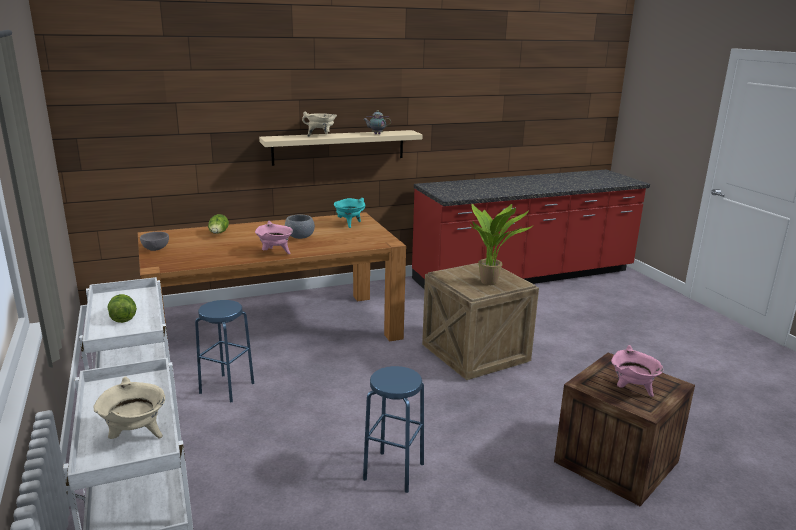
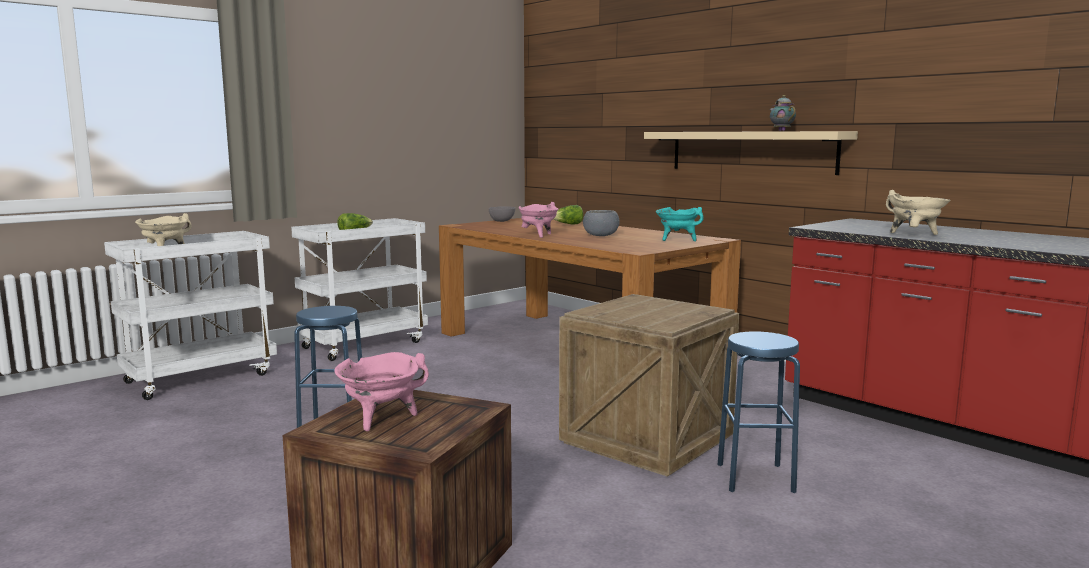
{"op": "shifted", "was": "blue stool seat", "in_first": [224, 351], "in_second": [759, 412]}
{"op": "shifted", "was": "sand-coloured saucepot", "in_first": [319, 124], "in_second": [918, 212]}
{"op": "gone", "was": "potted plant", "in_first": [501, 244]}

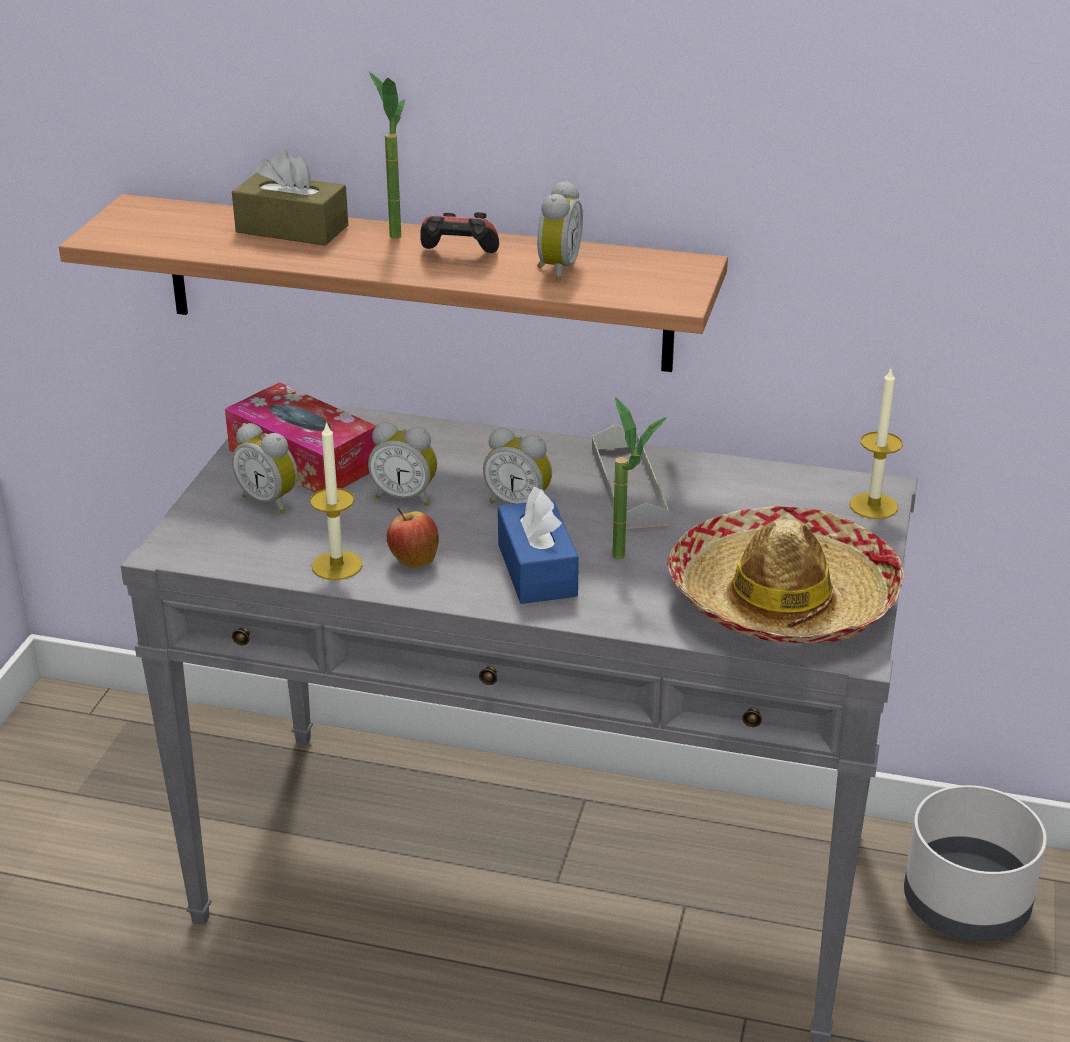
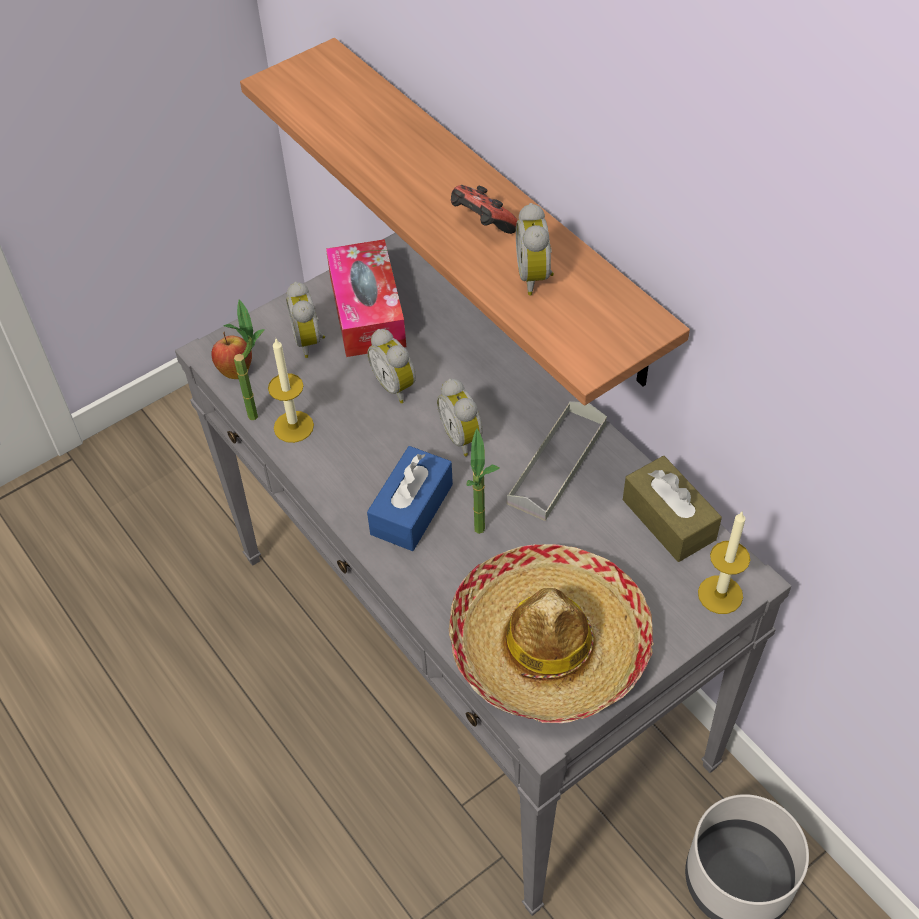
{"op": "shifted", "was": "brown-coloured tissue holder", "in_first": [290, 197], "in_second": [672, 509]}
{"op": "shifted", "was": "potted plant", "in_first": [387, 155], "in_second": [244, 359]}
{"op": "shifted", "was": "whole apple", "in_first": [413, 537], "in_second": [231, 355]}
{"op": "rotated", "was": "bedside clock", "in_first": [560, 230], "in_second": [535, 249], "clockwise": 120}

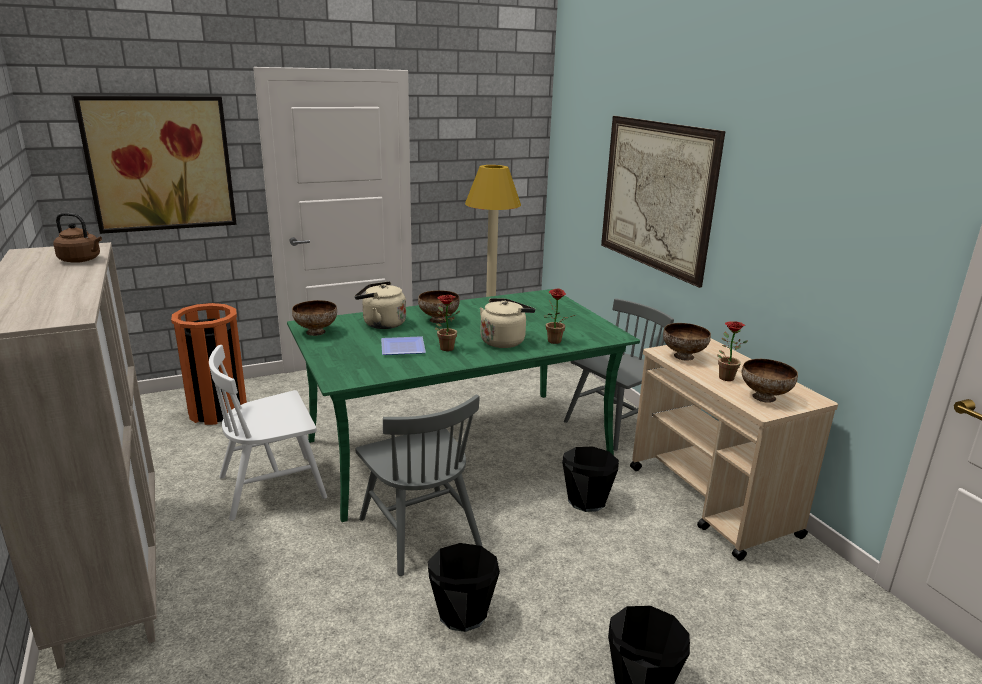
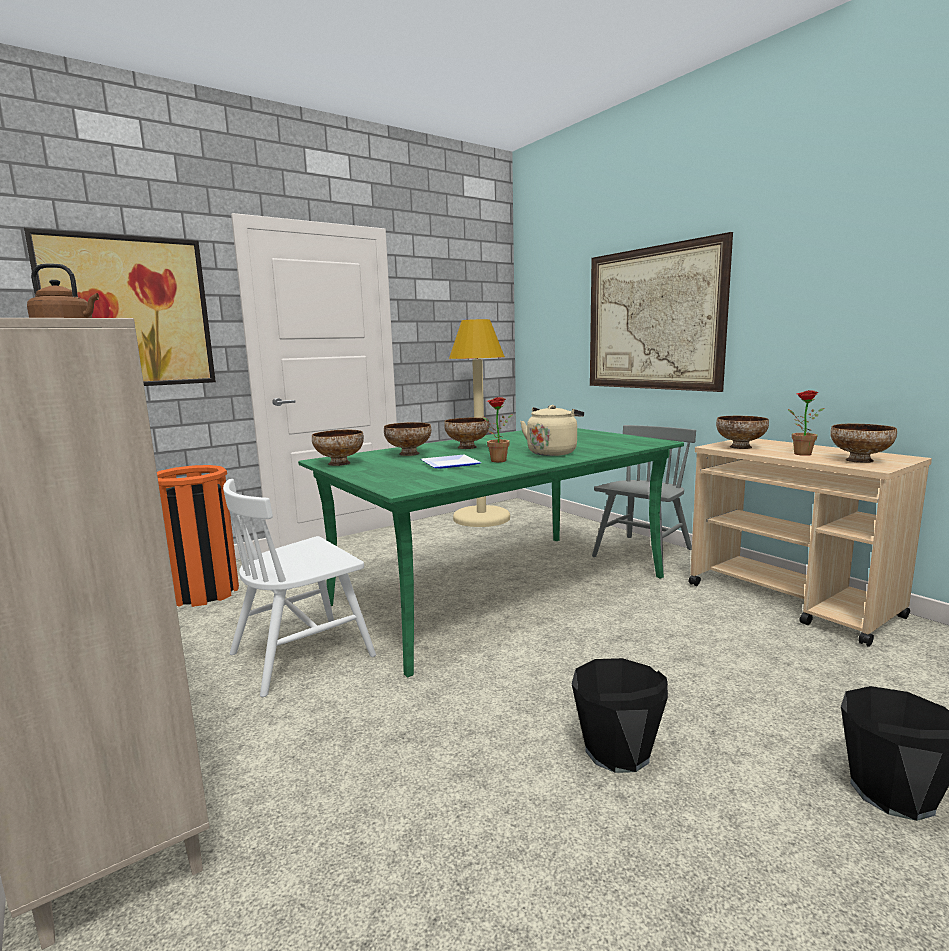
{"op": "swapped", "was": "sand-coloured water kettle", "now": "serving bowl", "in_first": [380, 305], "in_second": [407, 439]}
{"op": "gone", "was": "greyish upright chair", "in_first": [419, 485]}
{"op": "gone", "was": "potted plant", "in_first": [559, 316]}
{"op": "gone", "was": "black water bucket", "in_first": [590, 479]}

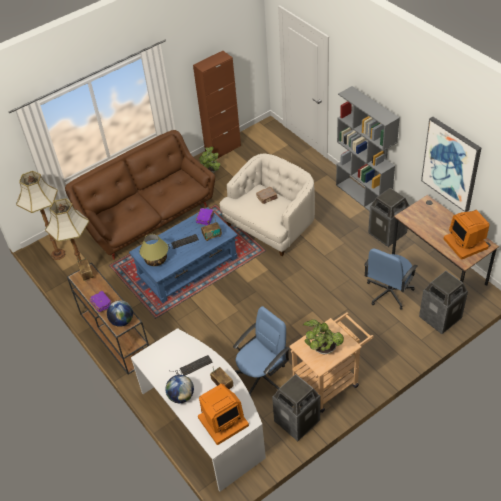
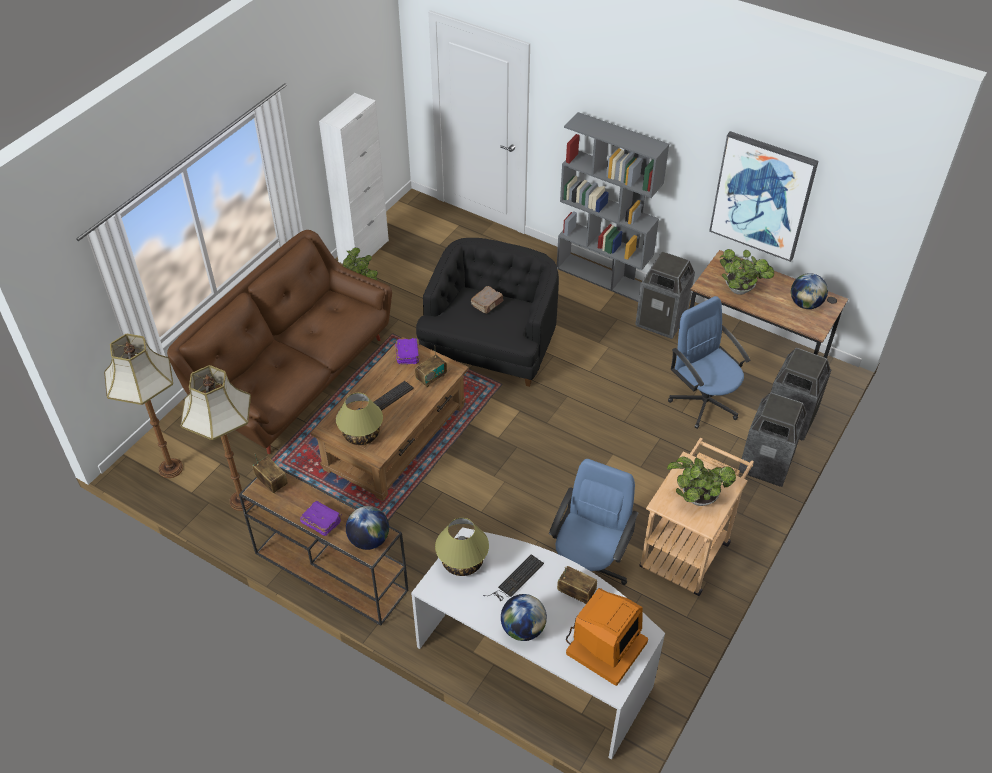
{"op": "repainted", "was": "blue coffee table", "now": "brown-coloured coffee table", "in_first": [183, 255], "in_second": [390, 419]}
{"op": "repainted", "was": "brown-coloured cupboard", "now": "white cupboard", "in_first": [217, 106], "in_second": [354, 178]}
{"op": "repainted", "was": "white easy chair", "now": "black easy chair", "in_first": [267, 204], "in_second": [487, 312]}
{"op": "shifted", "was": "rubbish bin", "in_first": [296, 407], "in_second": [773, 439]}
{"op": "rotated", "was": "blue computer chair", "in_first": [390, 279], "in_second": [709, 362], "clockwise": 135}
{"op": "swapped", "was": "monitor", "now": "globe", "in_first": [467, 235], "in_second": [809, 291]}
{"op": "new", "now": "table lamp", "in_second": [462, 547]}
{"op": "new", "now": "potted plant", "in_second": [747, 272]}

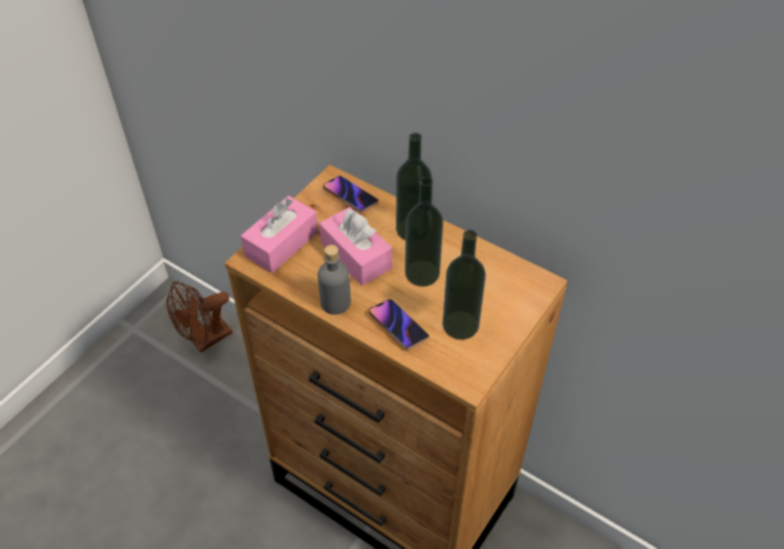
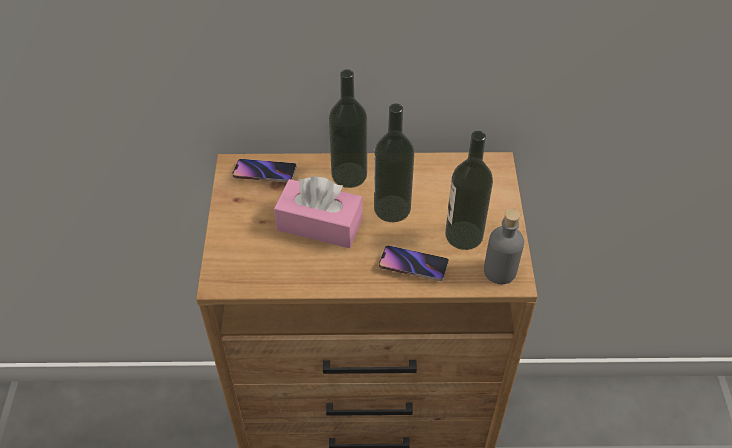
{"op": "gone", "was": "brown-coloured electric fan", "in_first": [199, 317]}
{"op": "gone", "was": "pink-coloured tissue holder", "in_first": [279, 234]}
{"op": "shifted", "was": "greyish bottle", "in_first": [334, 280], "in_second": [504, 246]}

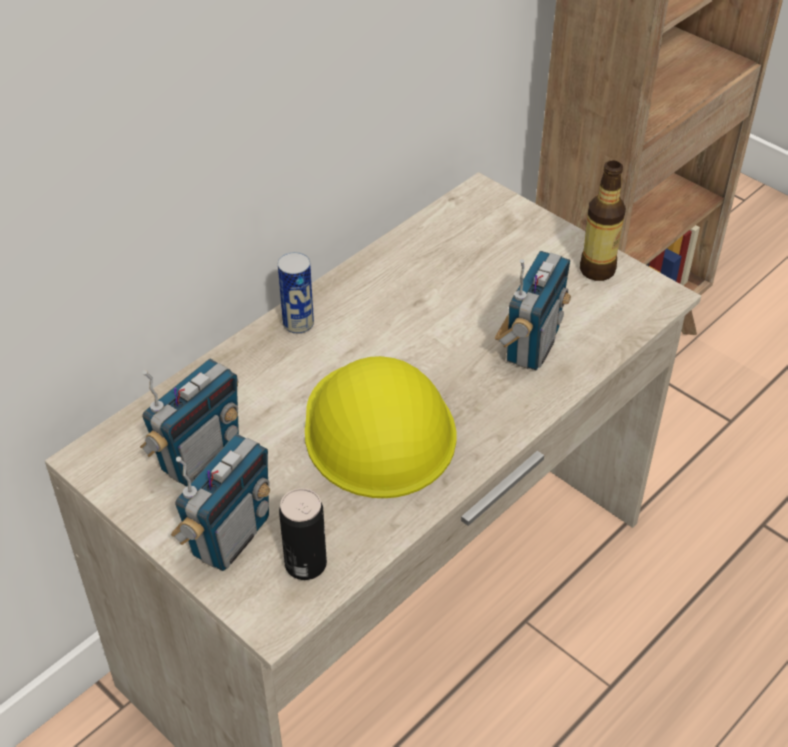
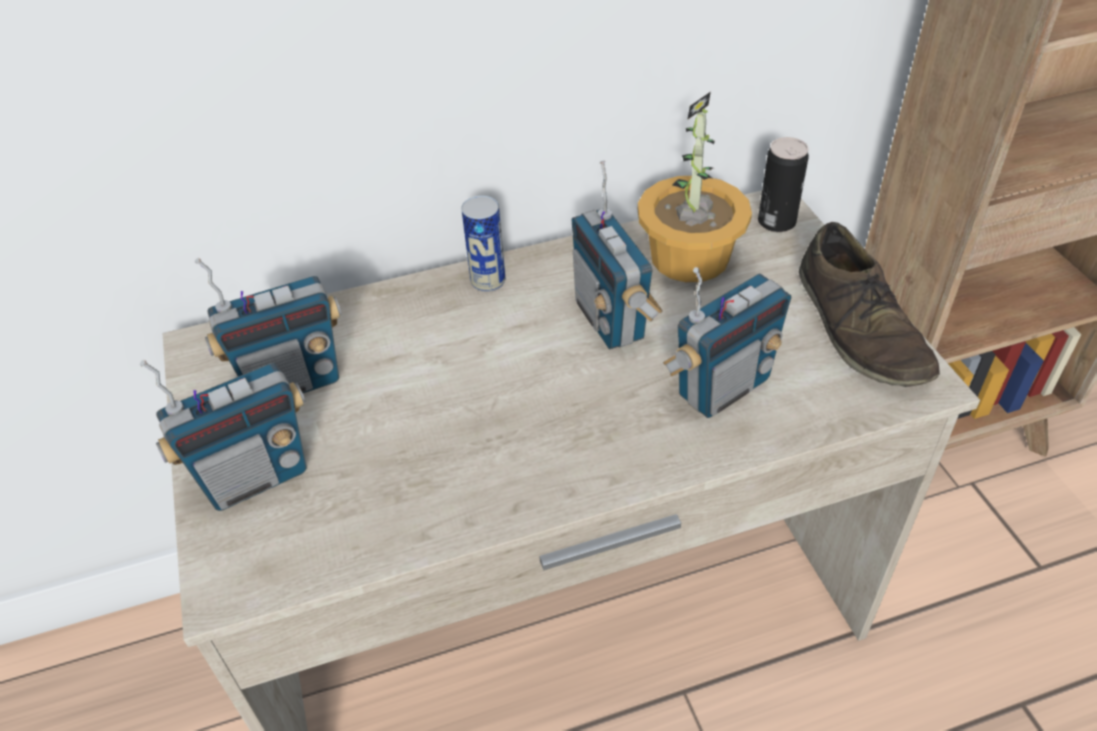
{"op": "shifted", "was": "metal can", "in_first": [303, 534], "in_second": [783, 184]}
{"op": "gone", "was": "yellowish work helmet", "in_first": [380, 427]}
{"op": "swapped", "was": "bottle", "now": "brown-coloured item of footwear", "in_first": [603, 220], "in_second": [869, 304]}
{"op": "new", "now": "radio", "in_second": [617, 255]}
{"op": "new", "now": "potted plant", "in_second": [695, 187]}

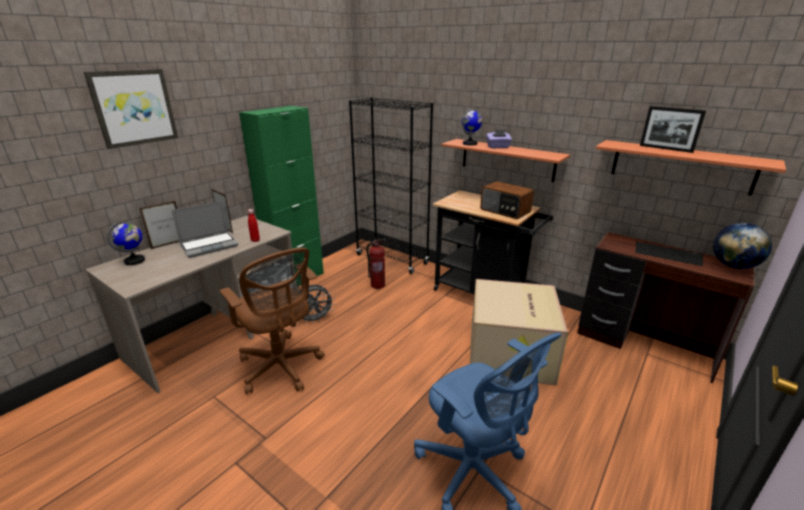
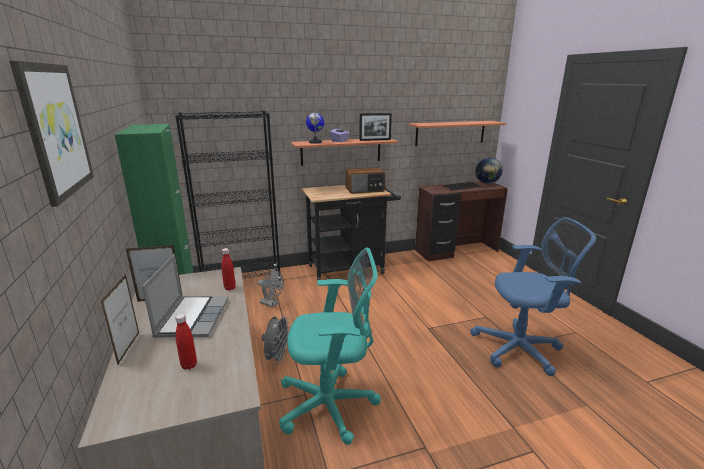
{"op": "gone", "was": "globe", "in_first": [126, 244]}
{"op": "repainted", "was": "brown-coloured computer chair", "now": "blue-green computer chair", "in_first": [272, 321], "in_second": [330, 346]}
{"op": "swapped", "was": "extinguisher", "now": "greyish electric fan", "in_first": [376, 263], "in_second": [270, 288]}
{"op": "gone", "was": "packing box", "in_first": [519, 332]}
{"op": "shifted", "was": "picture frame", "in_first": [673, 129], "in_second": [375, 127]}
{"op": "new", "now": "red-coloured bottle", "in_second": [186, 342]}

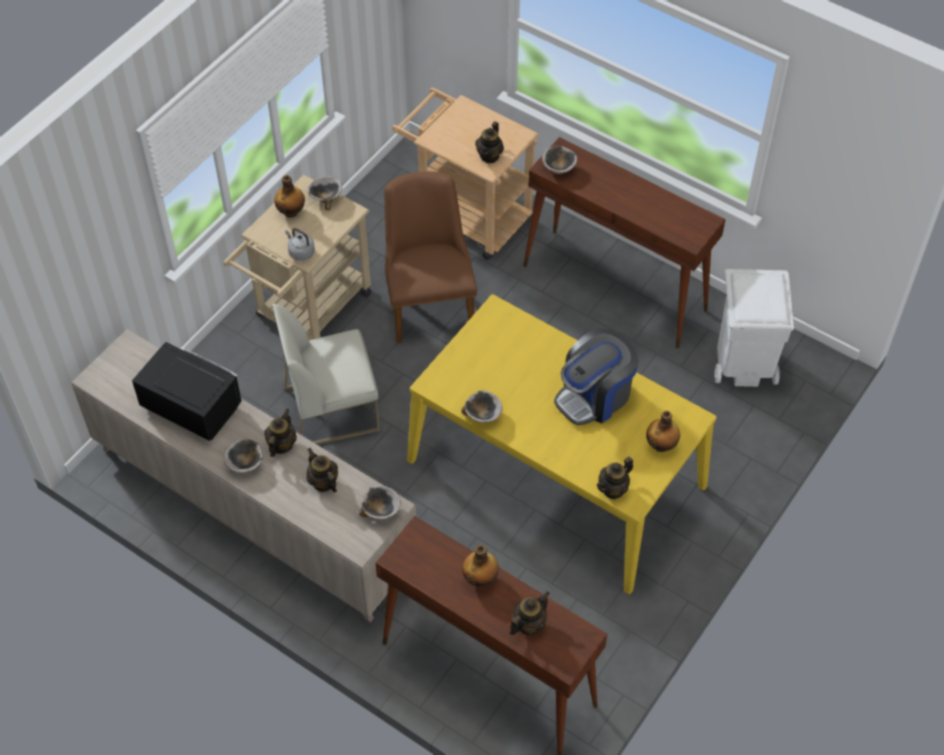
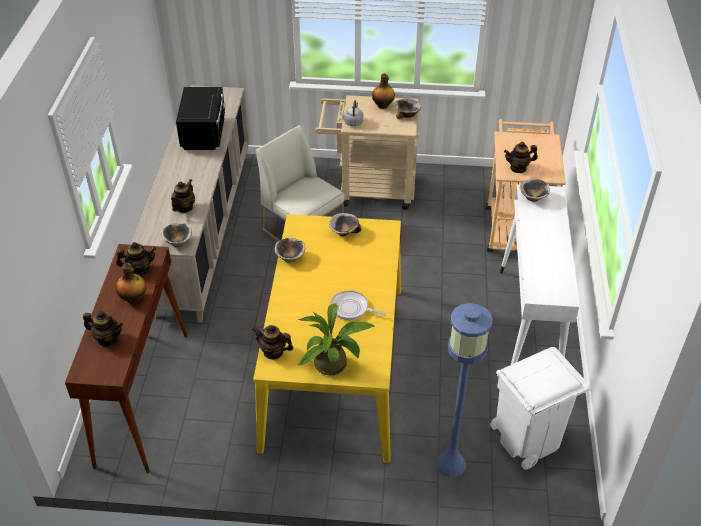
{"op": "shifted", "was": "serving bowl", "in_first": [243, 455], "in_second": [345, 224]}
{"op": "shifted", "was": "tea pot", "in_first": [280, 433], "in_second": [136, 259]}
{"op": "gone", "was": "brown-coloured upright chair", "in_first": [430, 257]}
{"op": "repainted", "was": "brown-coloured hall table", "now": "white hall table", "in_first": [624, 242], "in_second": [539, 274]}
{"op": "swapped", "was": "coffee maker", "now": "pan", "in_first": [596, 377], "in_second": [358, 305]}
{"op": "swapped", "was": "bottle", "now": "potted plant", "in_first": [663, 431], "in_second": [337, 339]}
{"op": "new", "now": "blue standard lamp", "in_second": [464, 390]}

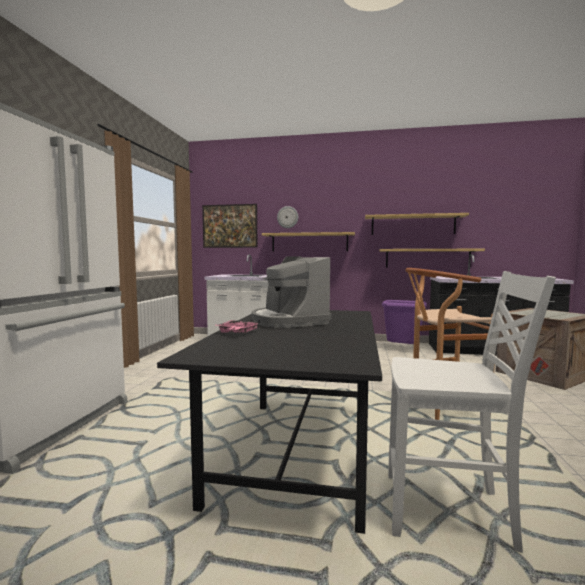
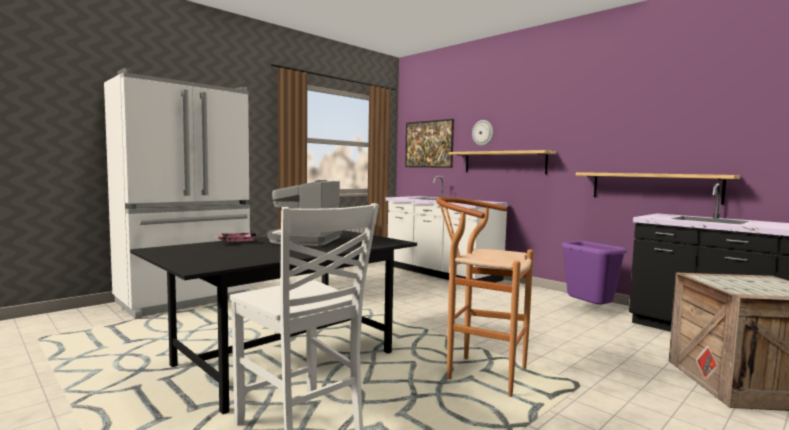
{"op": "gone", "was": "bracket shelf", "in_first": [417, 224]}

